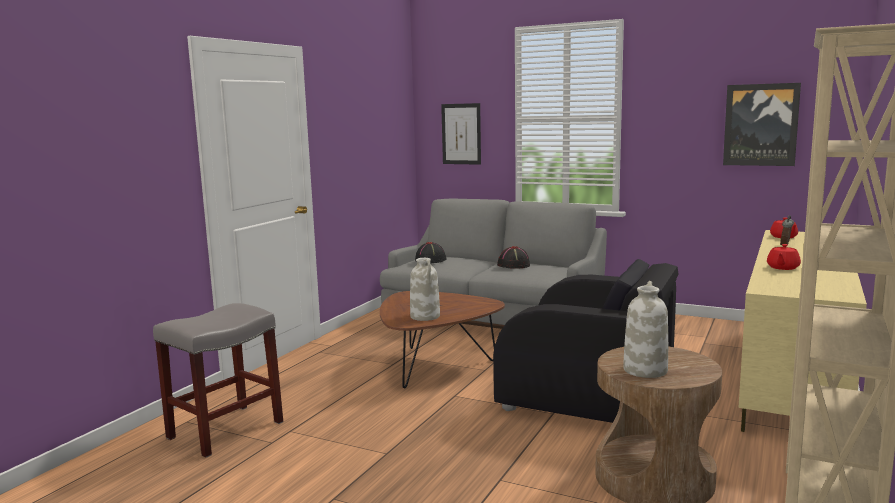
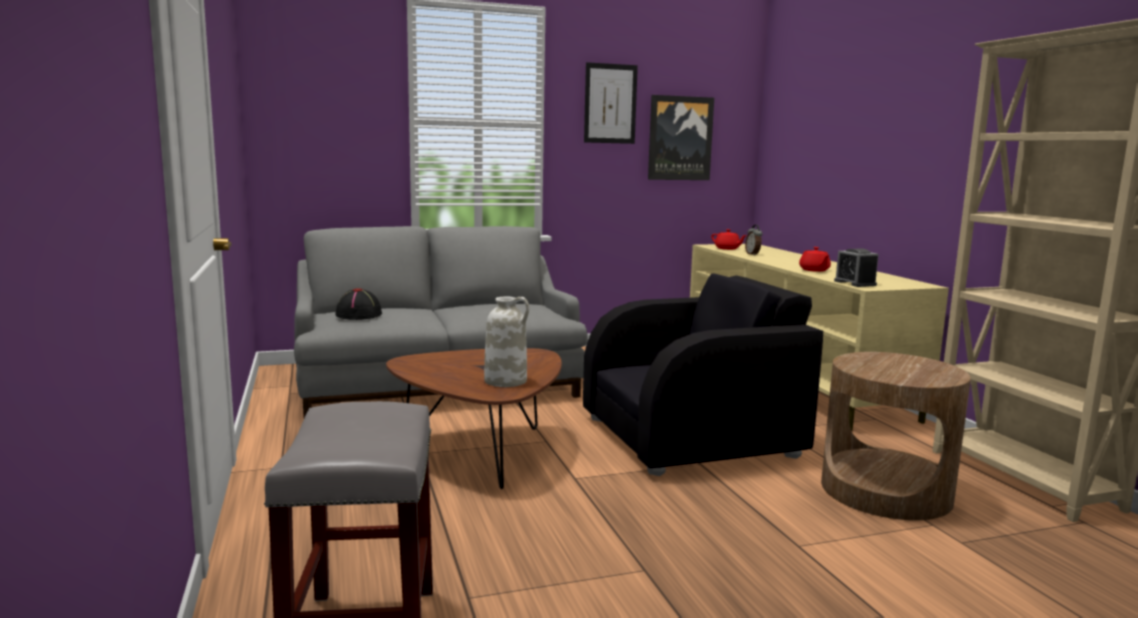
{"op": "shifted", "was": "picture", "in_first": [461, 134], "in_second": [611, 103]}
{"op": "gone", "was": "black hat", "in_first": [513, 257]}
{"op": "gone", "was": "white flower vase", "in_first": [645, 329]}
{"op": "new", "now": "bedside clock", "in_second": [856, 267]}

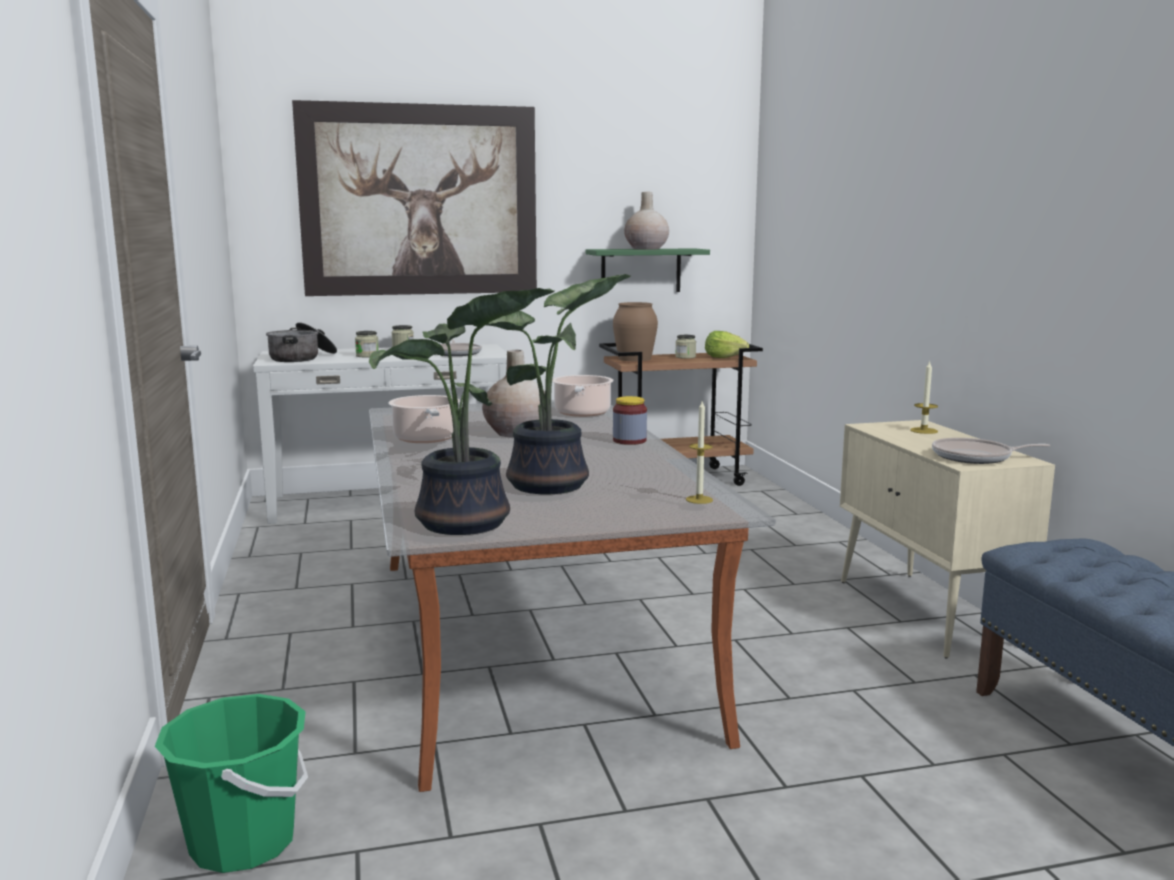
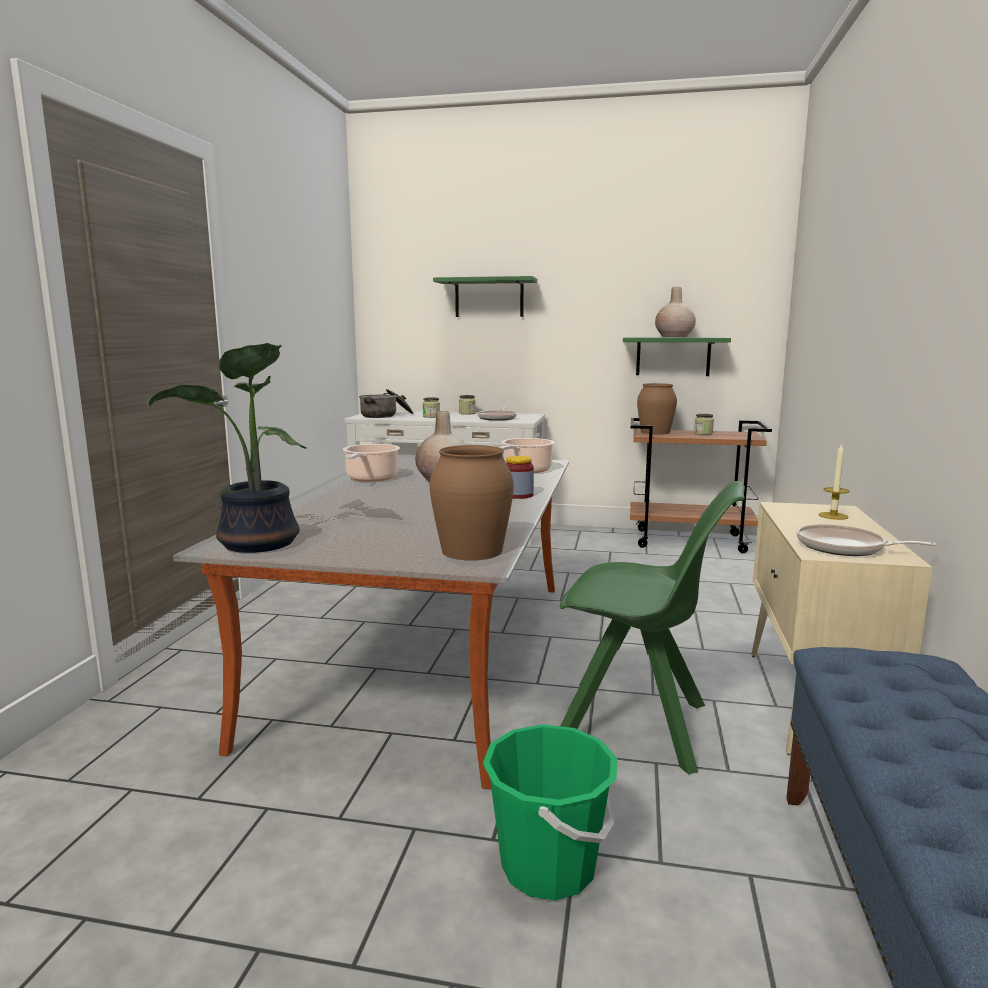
{"op": "shifted", "was": "green water bucket", "in_first": [231, 783], "in_second": [550, 812]}
{"op": "swapped", "was": "picture", "now": "green bracket shelf", "in_first": [414, 198], "in_second": [485, 296]}
{"op": "gone", "was": "potted plant", "in_first": [558, 384]}
{"op": "swapped", "was": "wax light", "now": "brown-coloured flower vase", "in_first": [699, 452], "in_second": [471, 502]}
{"op": "gone", "was": "head of lettuce", "in_first": [727, 344]}
{"op": "new", "now": "green upright chair", "in_second": [652, 628]}

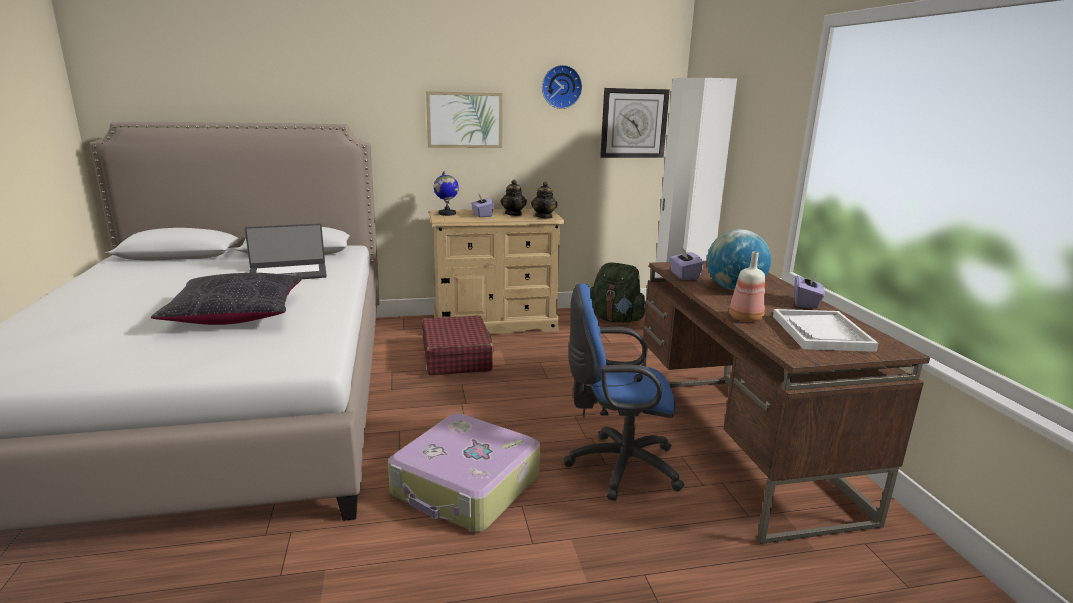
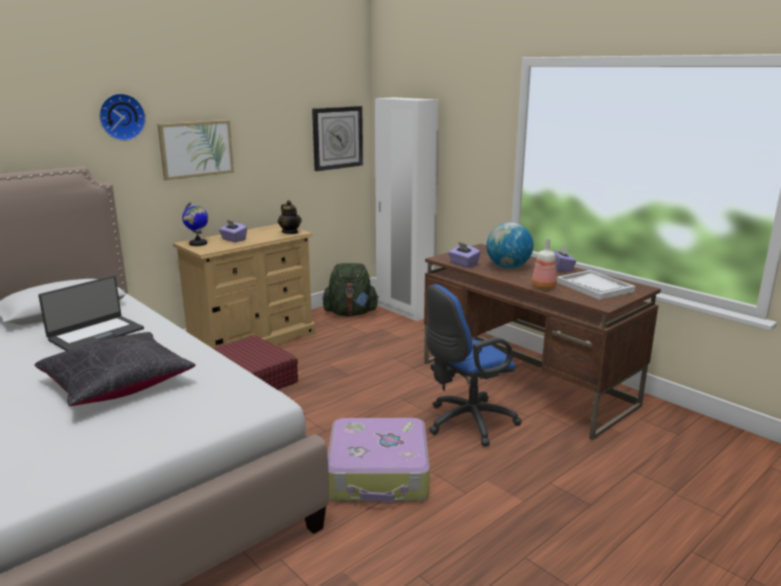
{"op": "gone", "was": "tea pot", "in_first": [514, 198]}
{"op": "shifted", "was": "wall clock", "in_first": [562, 87], "in_second": [122, 117]}

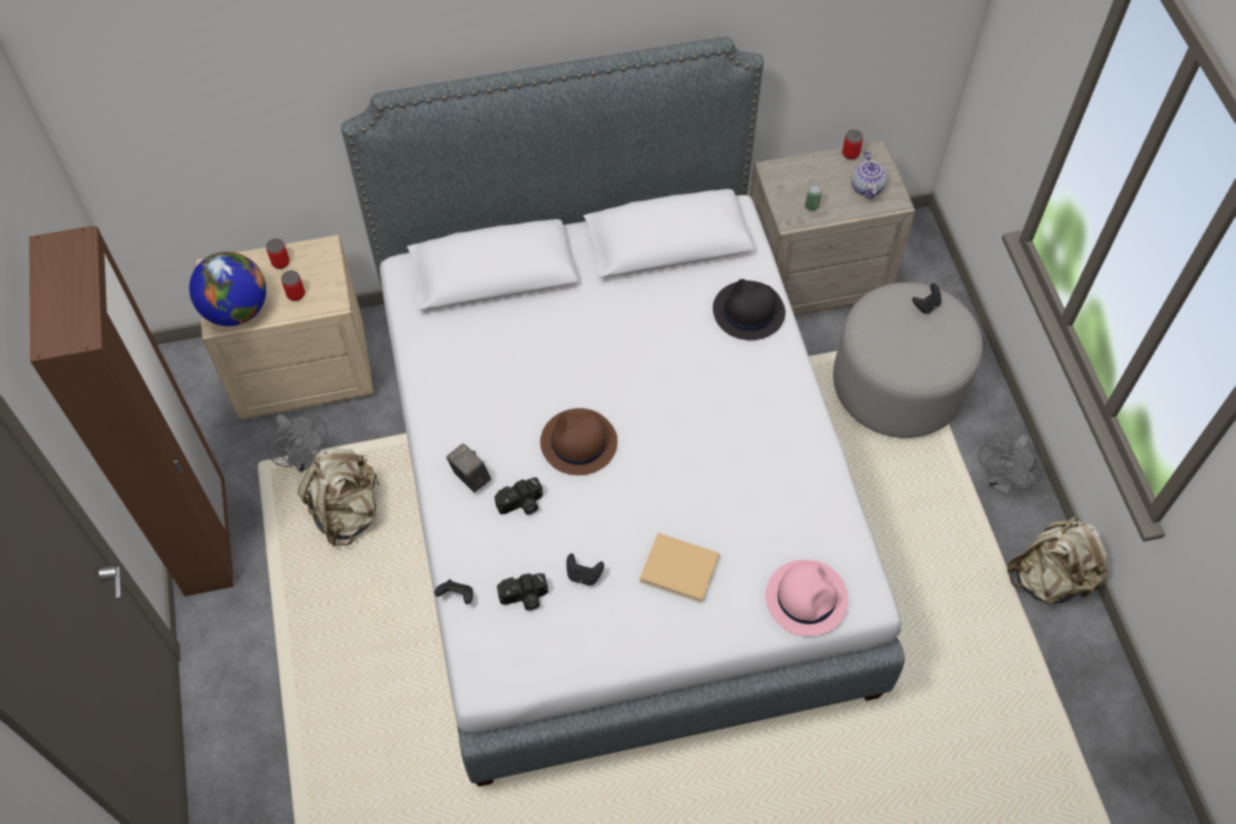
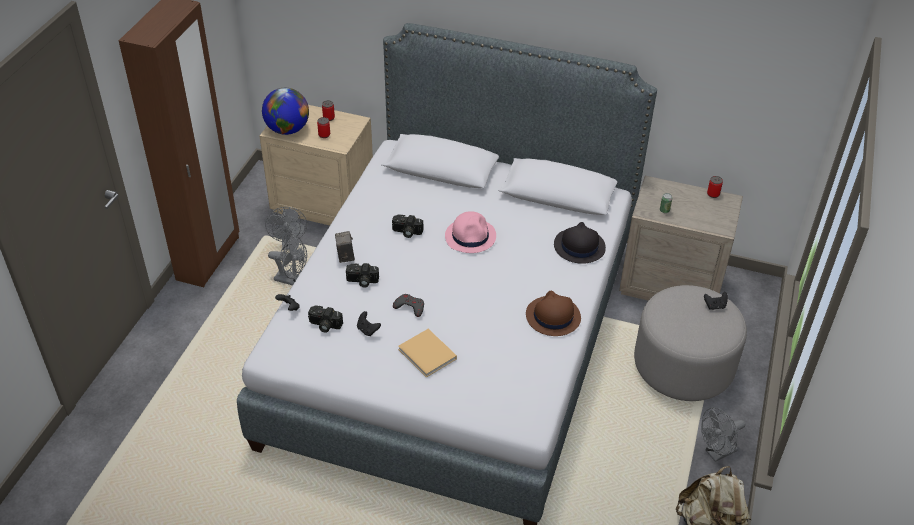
{"op": "swapped", "was": "sand-coloured knapsack", "now": "greyish electric fan", "in_first": [339, 497], "in_second": [287, 260]}
{"op": "shifted", "was": "brown-coloured hat", "in_first": [579, 441], "in_second": [553, 313]}
{"op": "shifted", "was": "pink-coloured hat", "in_first": [807, 598], "in_second": [470, 232]}
{"op": "gone", "was": "tea pot", "in_first": [869, 175]}
{"op": "new", "now": "still camera", "in_second": [407, 226]}
{"op": "new", "now": "greyish joypad", "in_second": [408, 305]}

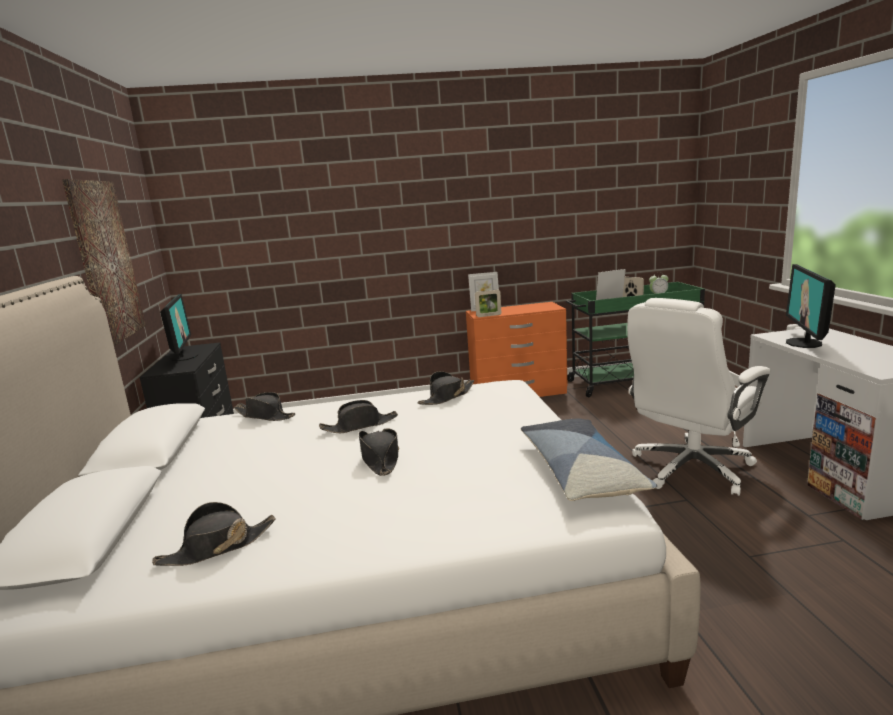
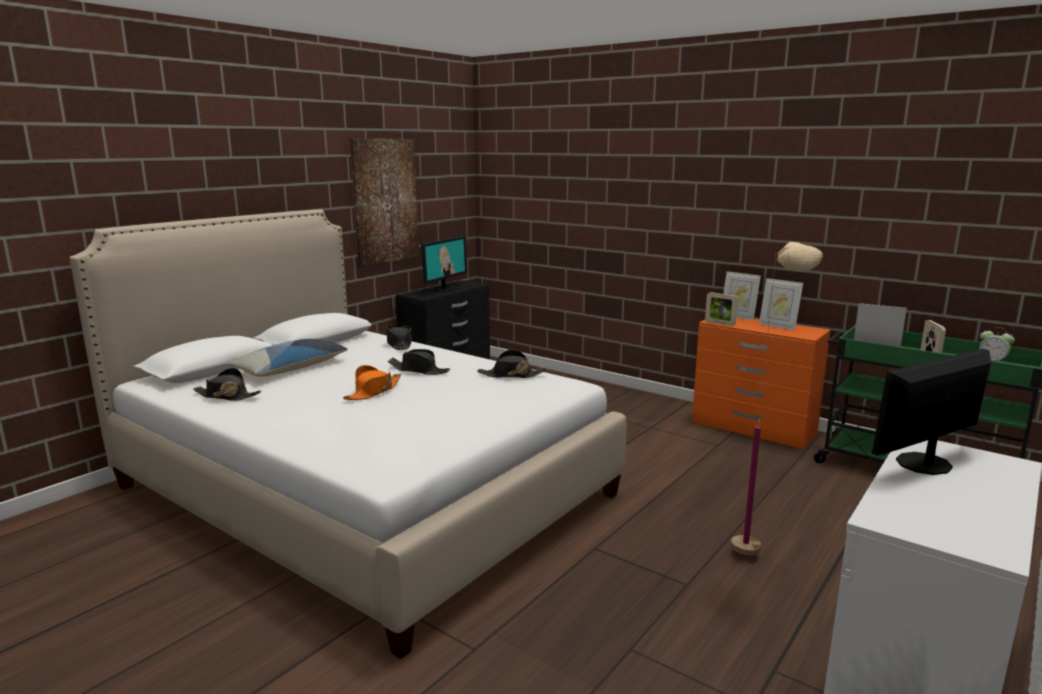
{"op": "repainted", "was": "black hat", "now": "orange hat", "in_first": [378, 452], "in_second": [372, 382]}
{"op": "shifted", "was": "cushion", "in_first": [589, 460], "in_second": [287, 358]}
{"op": "swapped", "was": "white computer chair", "now": "sand-coloured standard lamp", "in_first": [699, 397], "in_second": [777, 398]}
{"op": "new", "now": "picture frame", "in_second": [781, 304]}

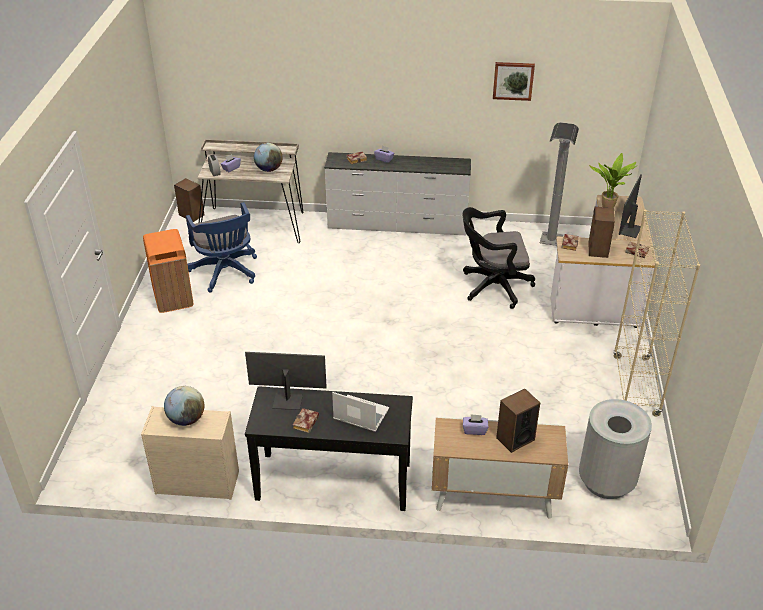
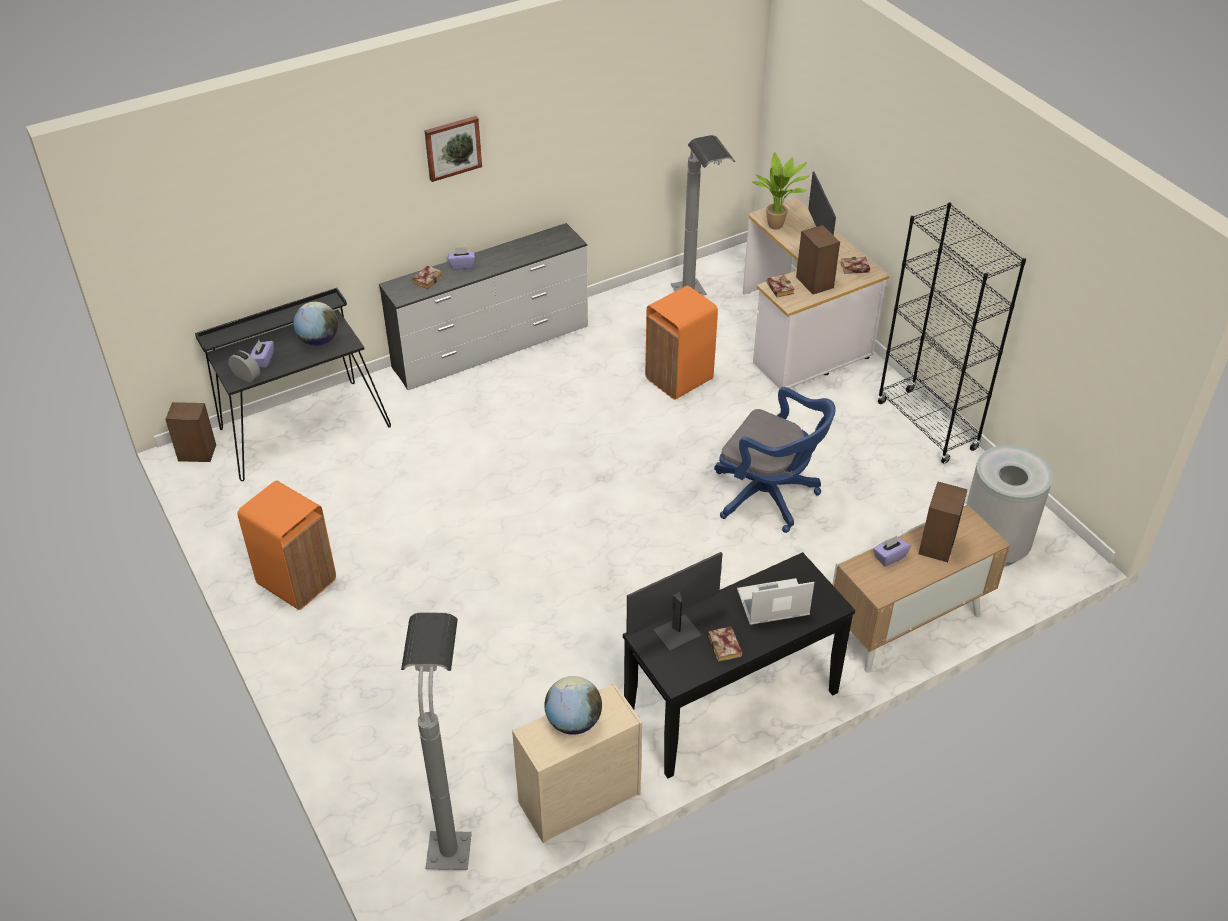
{"op": "shifted", "was": "blue computer chair", "in_first": [221, 247], "in_second": [775, 460]}
{"op": "repainted", "was": "sand-coloured desk table", "now": "black desk table", "in_first": [250, 191], "in_second": [293, 384]}
{"op": "swapped", "was": "black computer chair", "now": "orange rubbish bin", "in_first": [499, 258], "in_second": [681, 343]}
{"op": "shifted", "was": "picture", "in_first": [514, 81], "in_second": [453, 149]}
{"op": "repainted", "was": "sand-coloured bookshelf", "now": "black bookshelf", "in_first": [656, 313], "in_second": [951, 333]}
{"op": "new", "now": "greyish standard lamp", "in_second": [436, 741]}

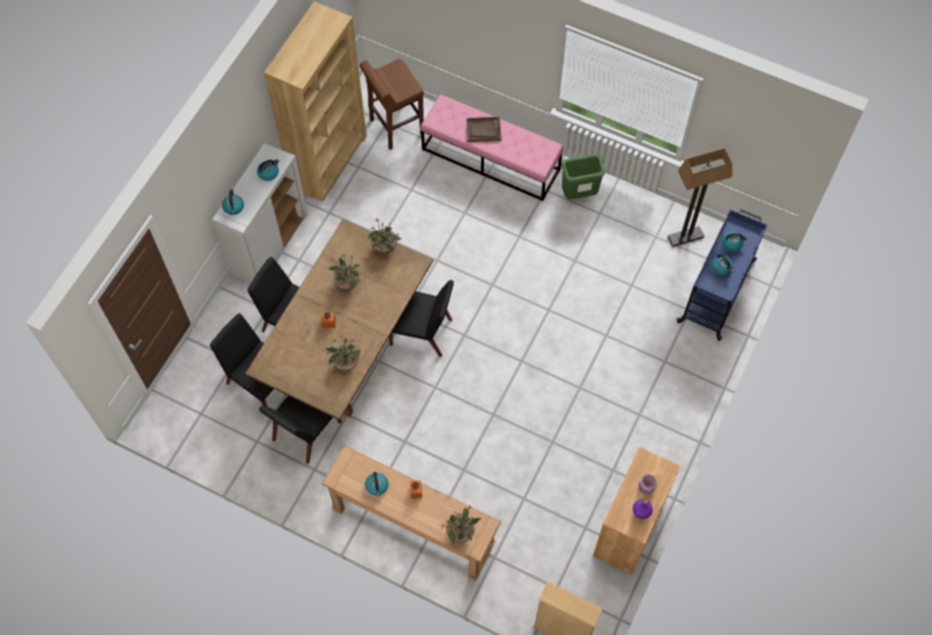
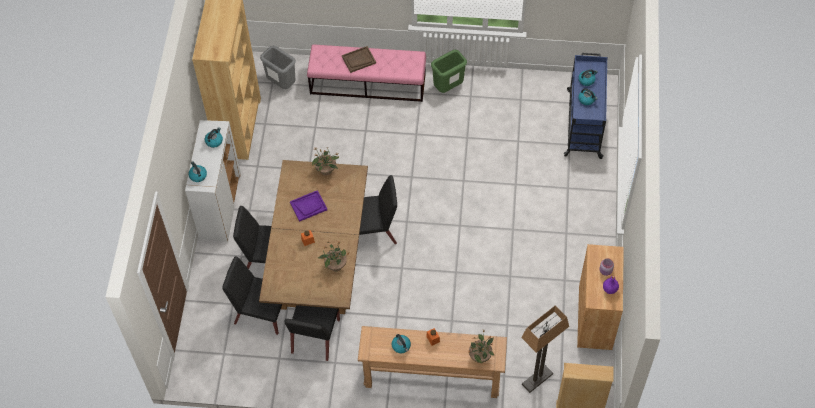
{"op": "swapped", "was": "potted plant", "now": "purplish carrying tray", "in_first": [345, 273], "in_second": [308, 206]}
{"op": "swapped", "was": "brown-coloured stool seat", "now": "greyish rubbish bin", "in_first": [392, 104], "in_second": [278, 67]}
{"op": "shifted", "was": "standard lamp", "in_first": [700, 197], "in_second": [545, 349]}

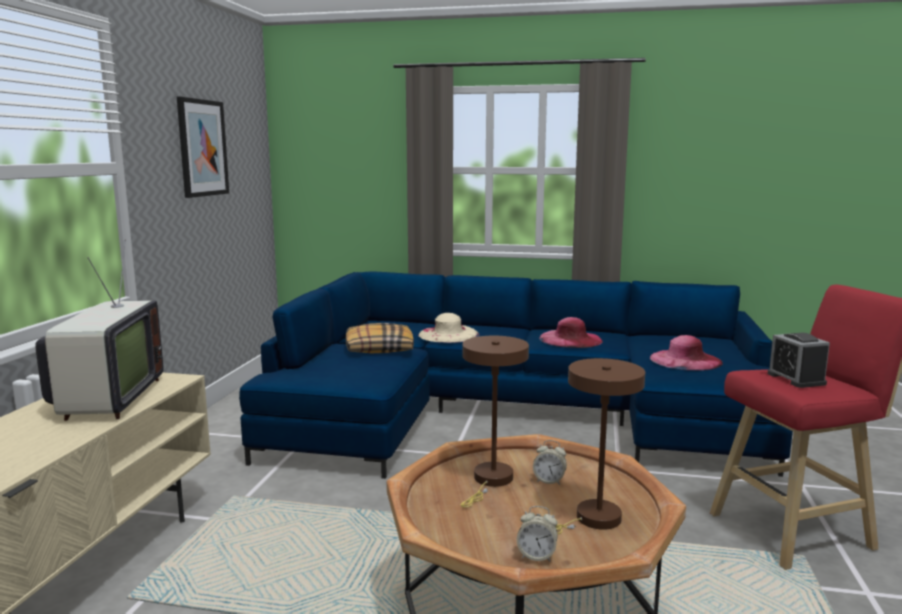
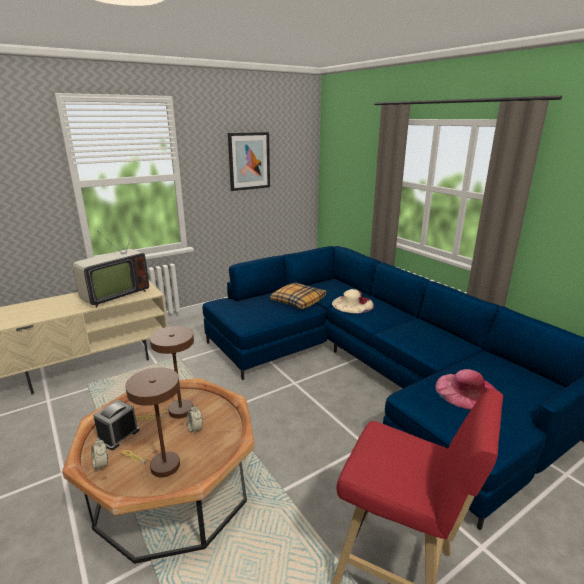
{"op": "gone", "was": "pink-coloured hat", "in_first": [570, 332]}
{"op": "shifted", "was": "bedside clock", "in_first": [798, 360], "in_second": [116, 425]}

